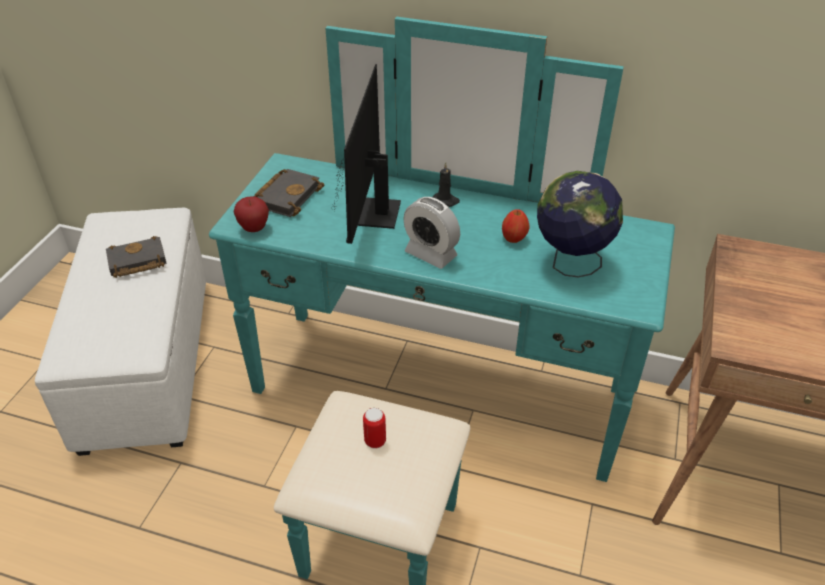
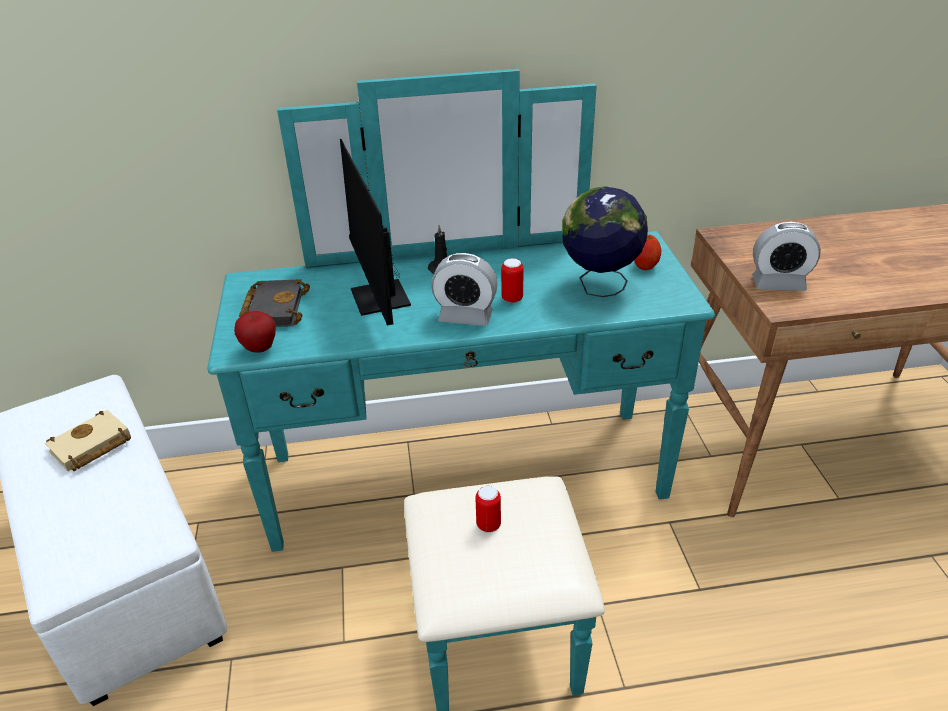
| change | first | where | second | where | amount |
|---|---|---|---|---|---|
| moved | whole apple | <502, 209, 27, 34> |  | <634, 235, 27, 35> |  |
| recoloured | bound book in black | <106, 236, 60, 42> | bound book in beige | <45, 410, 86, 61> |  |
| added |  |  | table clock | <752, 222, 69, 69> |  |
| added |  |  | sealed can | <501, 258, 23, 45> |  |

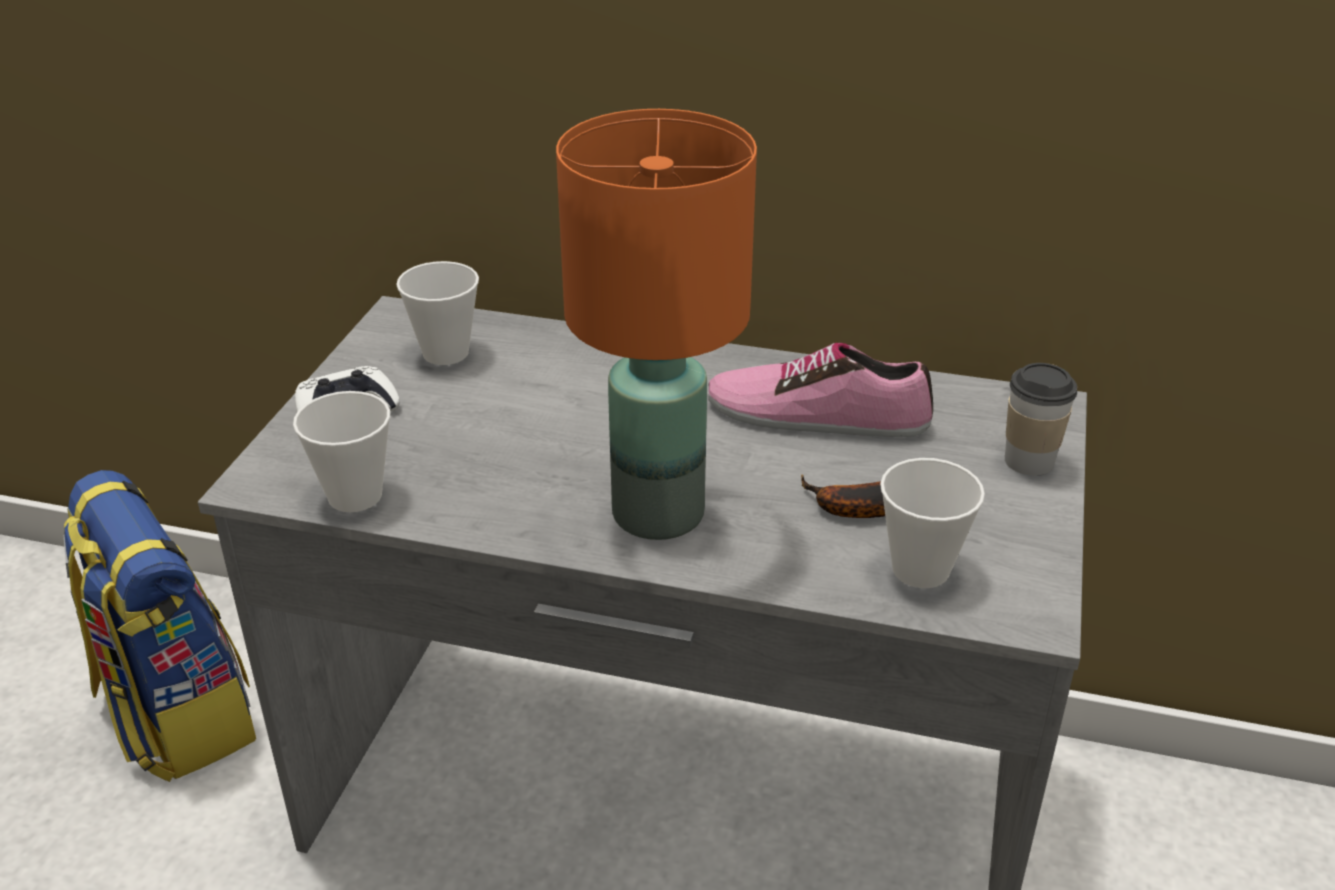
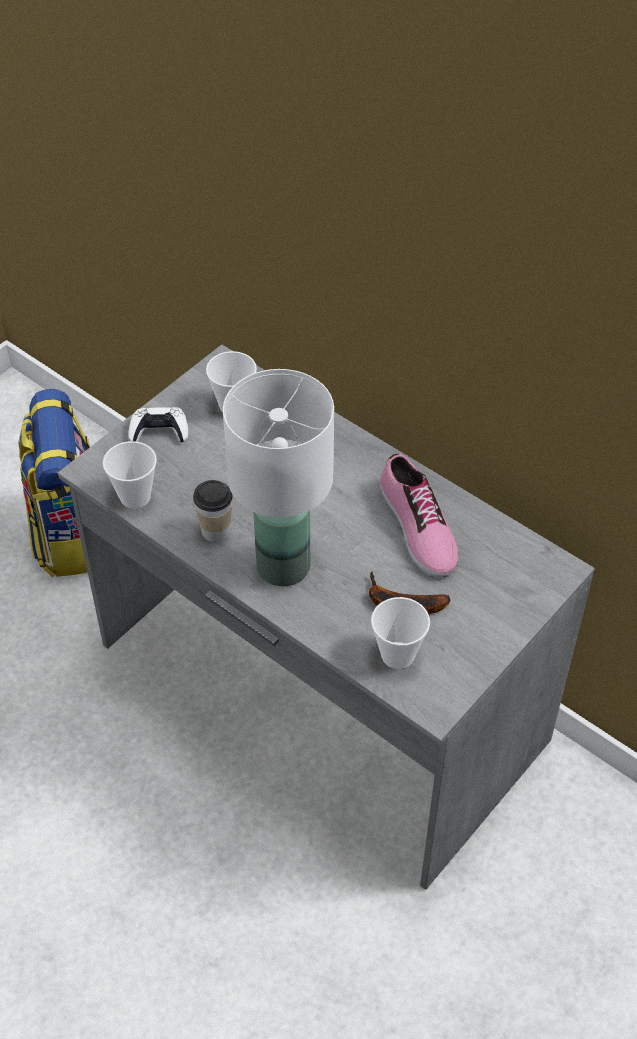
| change | first | where | second | where | amount |
|---|---|---|---|---|---|
| recoloured | table lamp in orange-coloured | <556, 109, 201, 431> | table lamp in whitish | <223, 369, 111, 217> |  |
| turned | item of footwear | <708, 343, 225, 94> |  | <380, 454, 79, 123> | 150 degrees counterclockwise |
| moved | cup | <1005, 363, 72, 113> |  | <193, 480, 39, 62> |  |

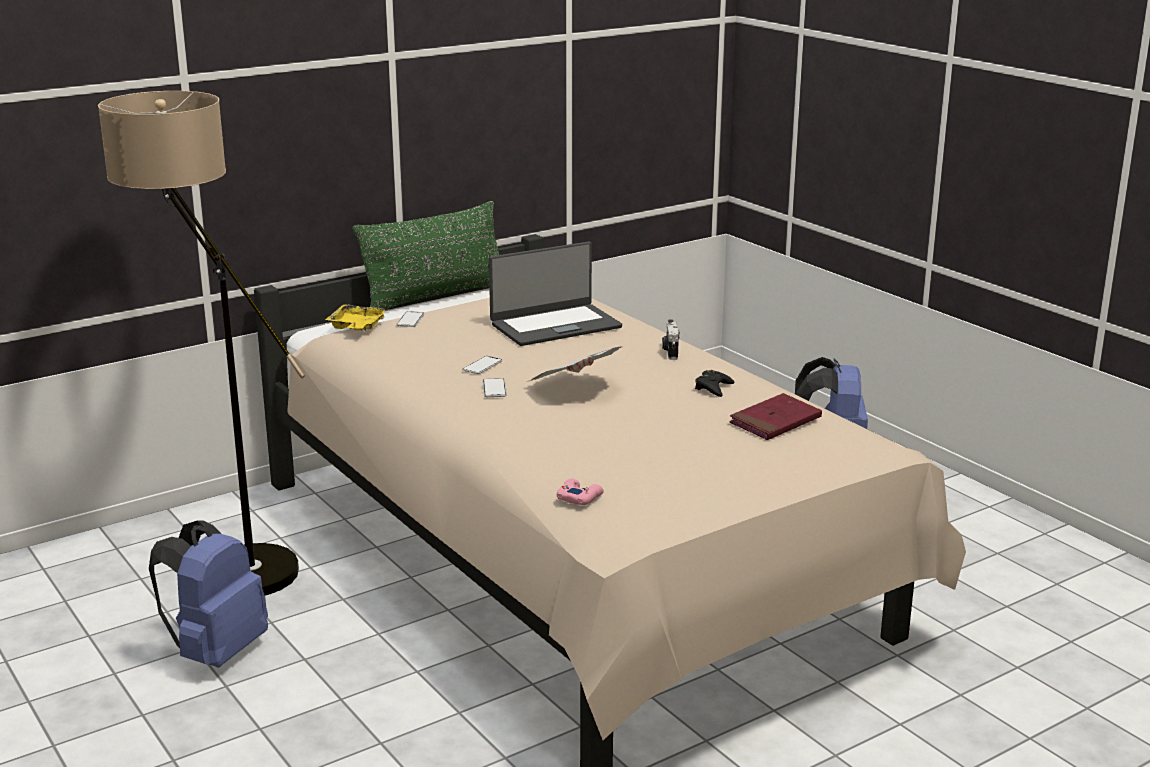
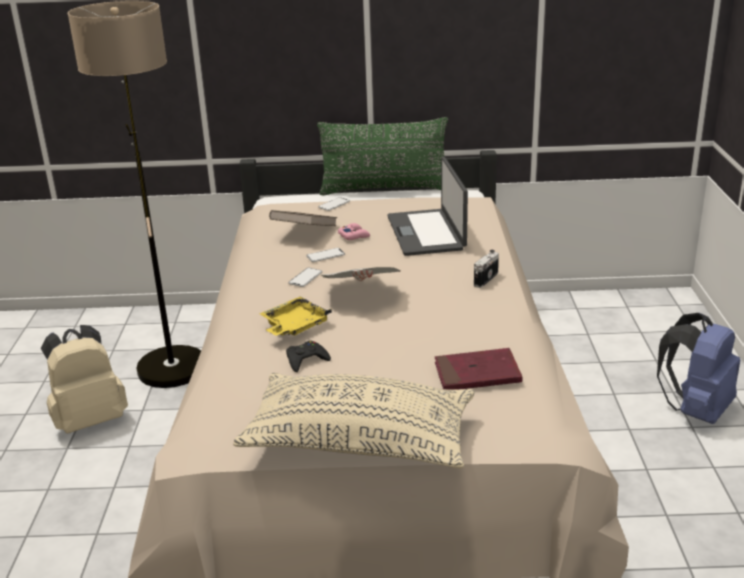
| change | first | where | second | where | amount |
|---|---|---|---|---|---|
| turned | portable computer | <489, 242, 133, 104> |  | <387, 157, 81, 99> | 75 degrees clockwise |
| moved | serving tray in yellow | <325, 304, 63, 27> |  | <259, 297, 73, 39> |  |
| moved | gamepad in black | <695, 370, 39, 27> |  | <286, 341, 45, 31> |  |
| moved | gamepad in pinkish | <557, 479, 47, 26> |  | <338, 223, 32, 17> |  |
| recoloured | knapsack in blue-coloured | <149, 520, 119, 147> | knapsack in beige | <41, 325, 87, 108> |  |
| added |  |  | bound book in brownish | <269, 210, 68, 16> |  |
| added |  |  | pillow in beige | <233, 373, 242, 95> |  |

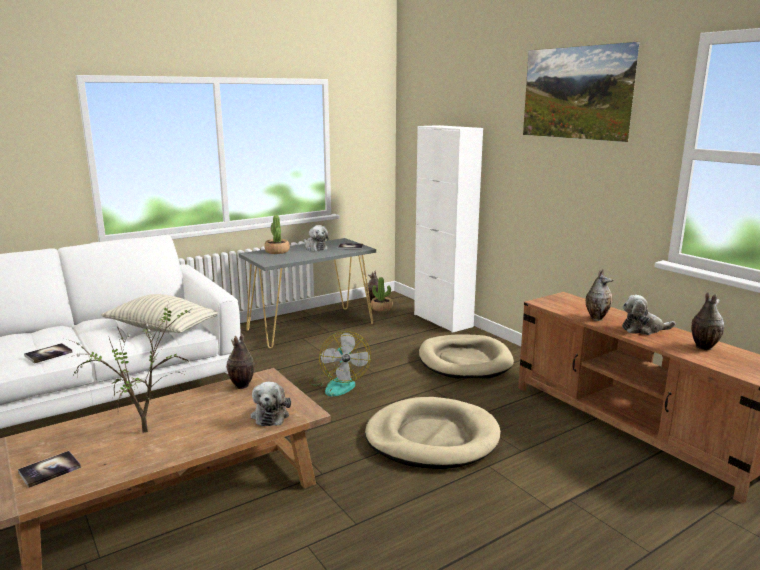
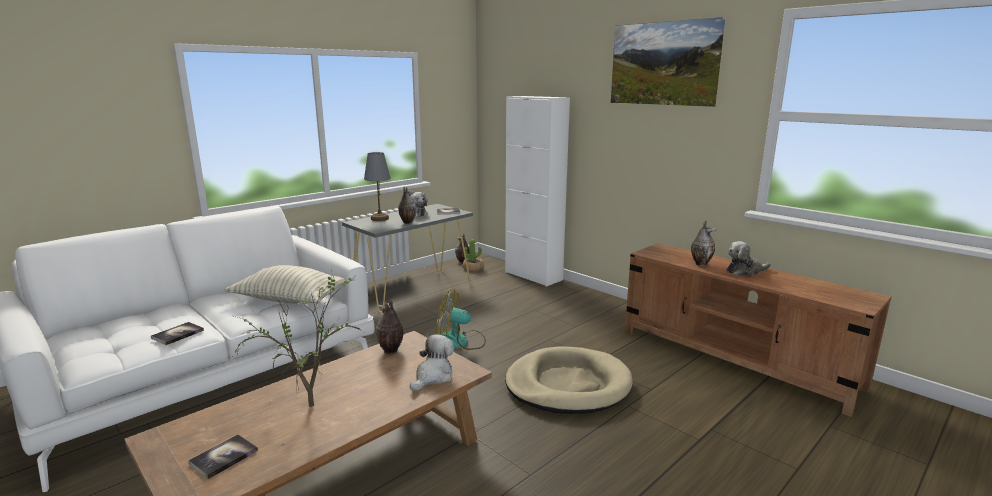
| change | first | where | second | where | amount |
|---|---|---|---|---|---|
| replaced | potted plant | <264, 215, 26, 39> | table lamp in gray | <364, 152, 27, 69> |  |
| moved | vase | <691, 292, 33, 58> |  | <398, 186, 18, 38> |  |
| turned | fan | <309, 331, 62, 65> |  | <436, 289, 50, 61> | 120 degrees clockwise |
| removed | pet bed in beige | <419, 334, 95, 45> |  |  |  |
| turned | soft toy | <250, 382, 41, 44> |  | <410, 334, 44, 57> | 135 degrees counterclockwise |

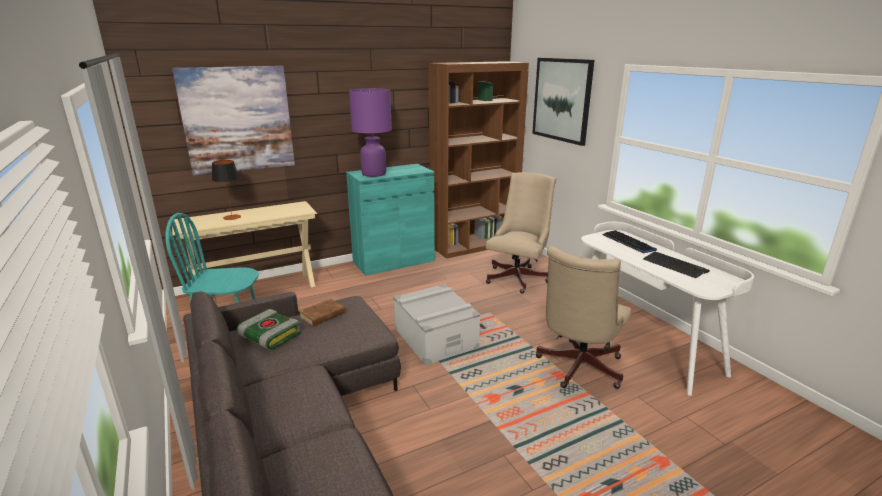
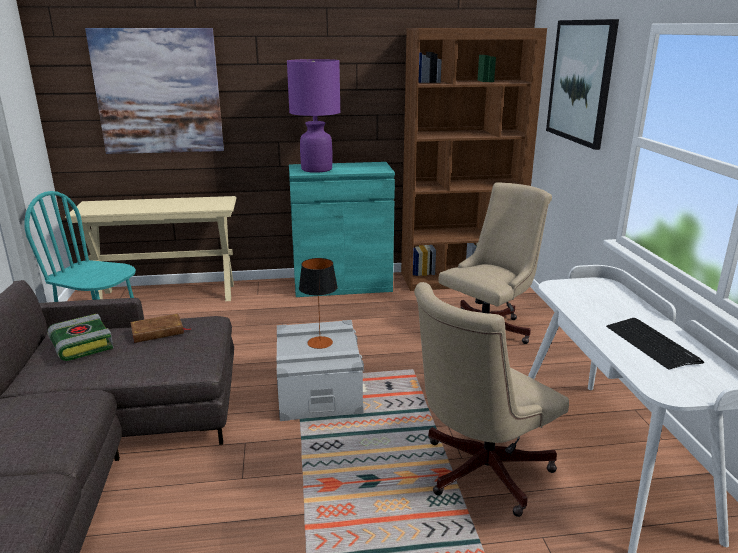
| change | first | where | second | where | amount |
|---|---|---|---|---|---|
| moved | table lamp | <212, 160, 29, 60> |  | <299, 258, 39, 91> |  |
| removed | computer keyboard | <602, 230, 55, 23> |  |  |  |

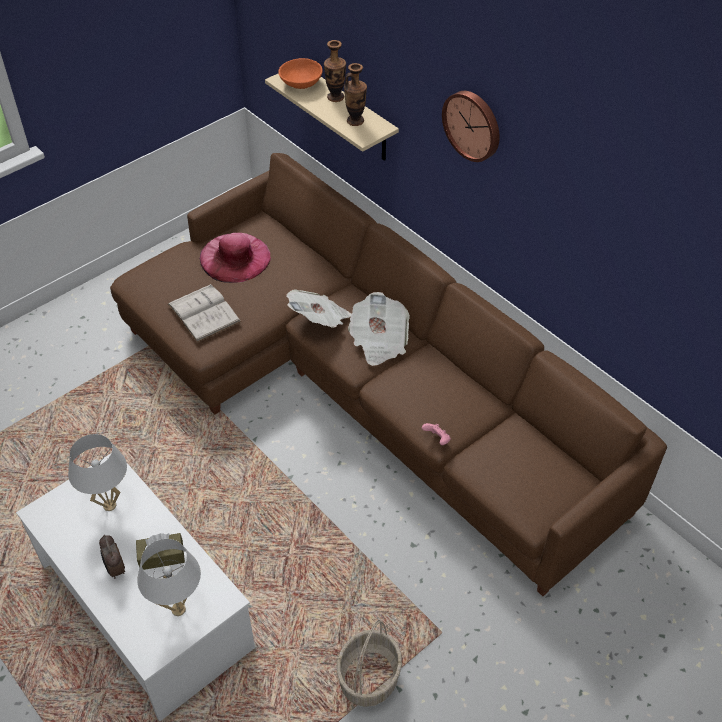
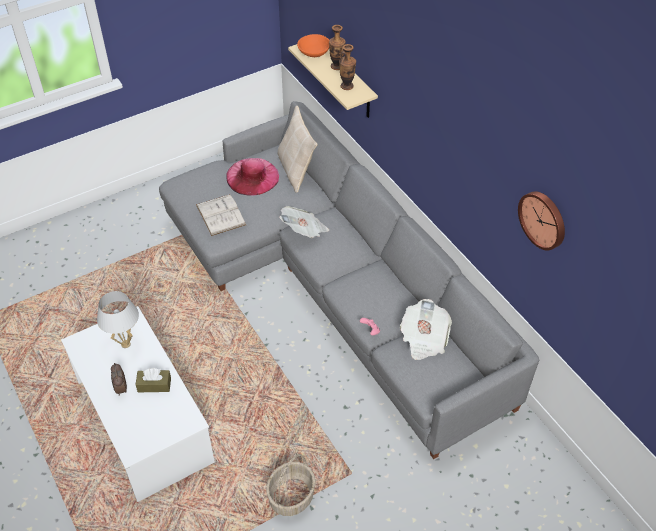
| change | first | where | second | where | amount |
|---|---|---|---|---|---|
| moved | wall clock | <442, 91, 58, 71> |  | <518, 191, 47, 59> |  |
| recoloured | couch in brownish | <110, 153, 557, 443> | couch in gray | <159, 101, 380, 358> |  |
| moved | printed paper | <348, 292, 62, 74> |  | <400, 299, 52, 61> |  |
| removed | table lamp in whitish | <137, 539, 64, 77> |  |  |  |
| added |  |  | pillow in beige | <277, 106, 40, 86> |  |

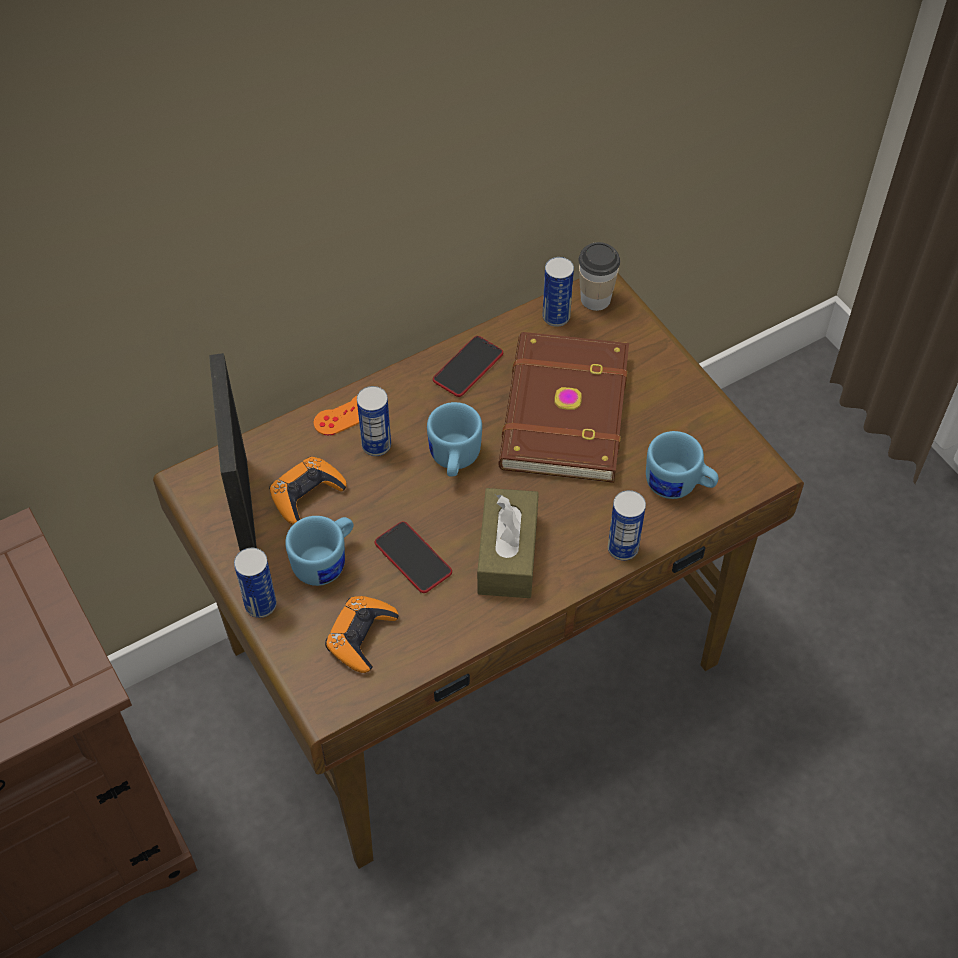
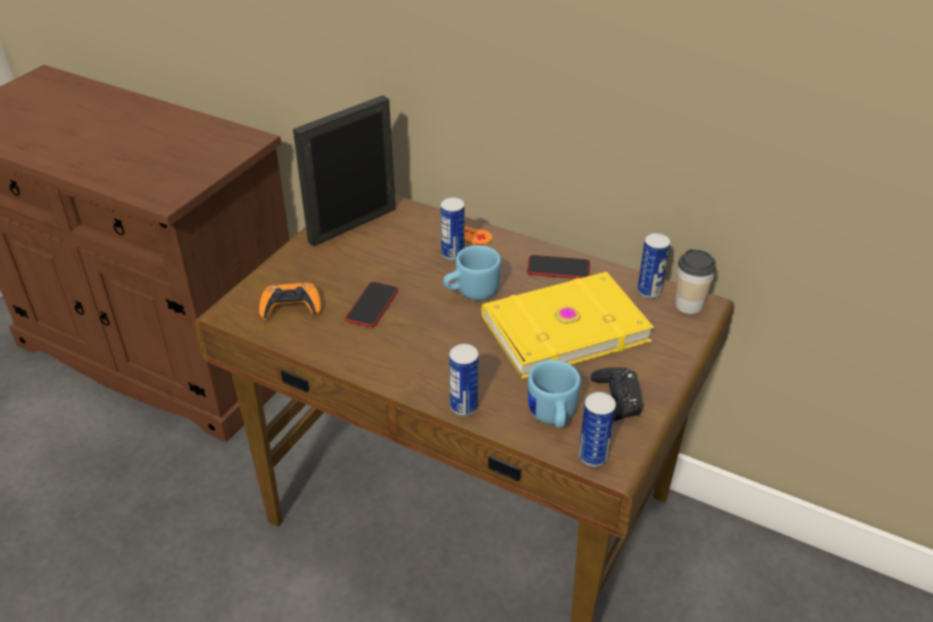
| change | first | where | second | where | amount |
|---|---|---|---|---|---|
| recoloured | bound book in brownish | <498, 332, 131, 151> | bound book in yellow | <481, 272, 173, 107> |  |
| removed | gamepad in orange-coloured | <269, 457, 78, 68> |  |  |  |
| removed | tissue box in brownish | <477, 488, 62, 110> |  |  |  |
| removed | tea mug in blue-coloured | <285, 516, 68, 70> |  |  |  |
| moved | sealed can | <234, 548, 43, 70> |  | <579, 392, 37, 75> |  |
| added |  |  | gamepad in black | <590, 367, 53, 54> |  |

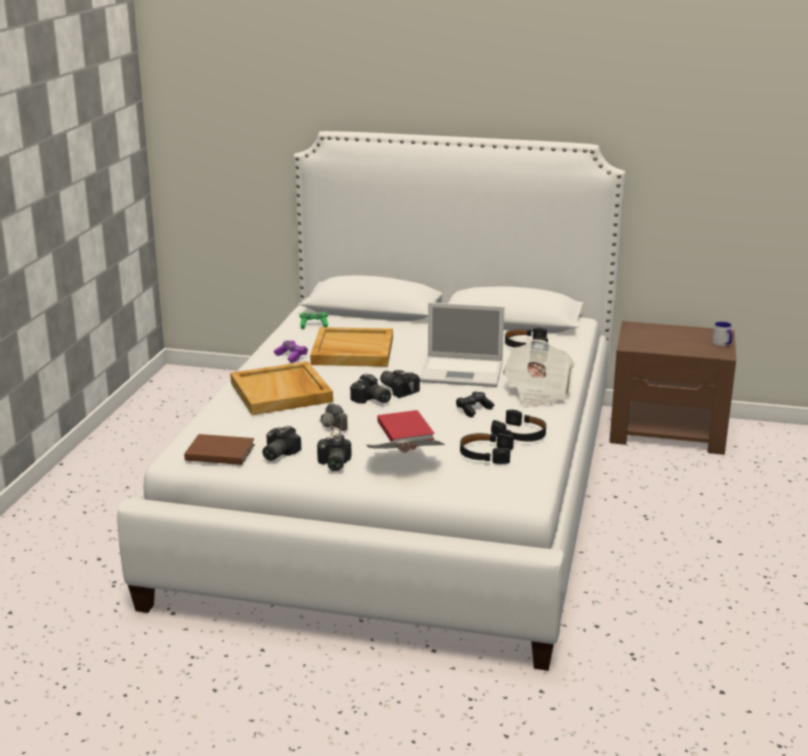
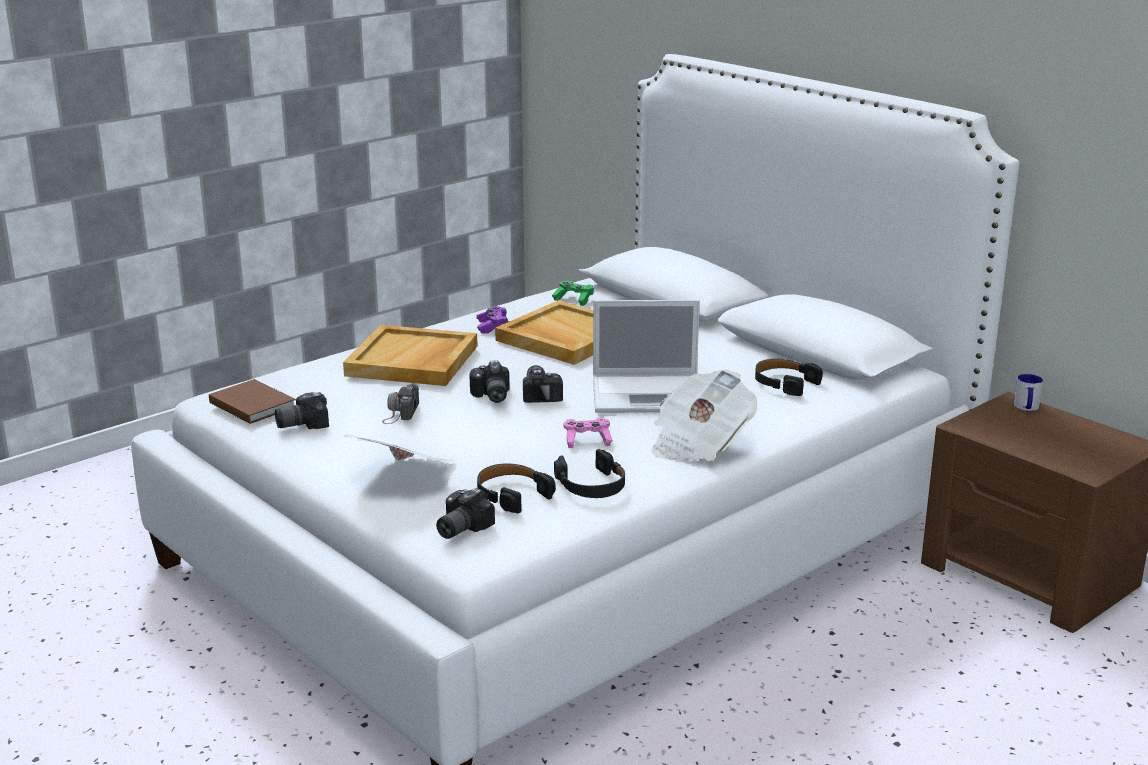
| change | first | where | second | where | amount |
|---|---|---|---|---|---|
| turned | portable computer | <420, 302, 84, 85> |  | <593, 300, 107, 113> | 45 degrees counterclockwise |
| moved | tea mug | <713, 322, 19, 24> |  | <1014, 374, 29, 37> |  |
| recoloured | gamepad in black | <456, 391, 38, 26> | gamepad in pinkish | <564, 417, 49, 31> |  |
| removed | bound book in red | <377, 410, 58, 32> |  |  |  |
| moved | still camera | <317, 434, 35, 37> |  | <436, 488, 59, 51> |  |

